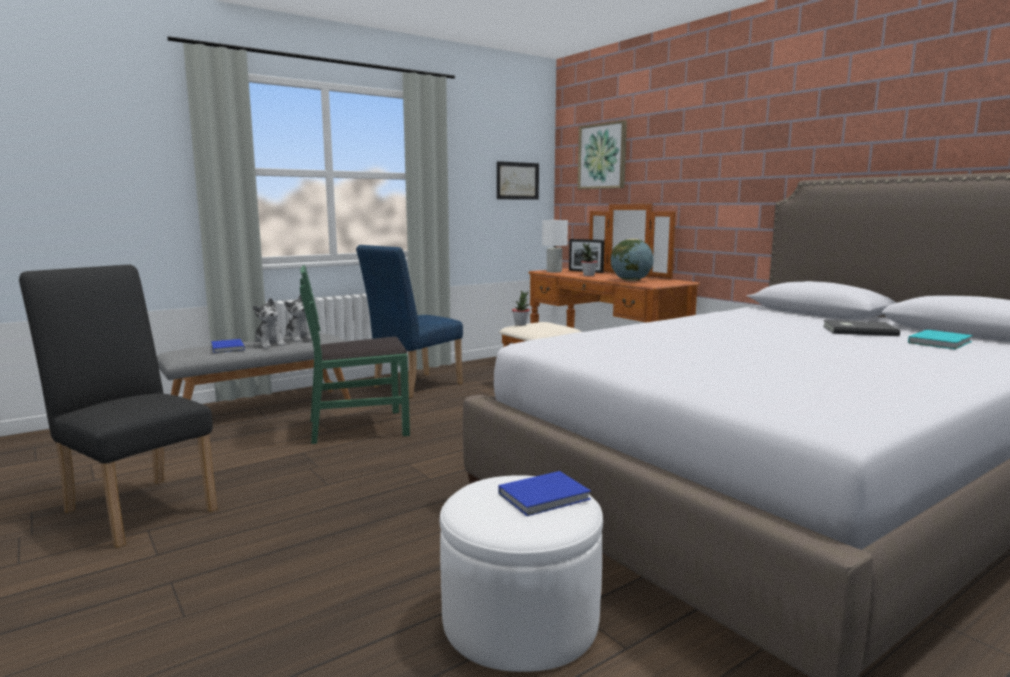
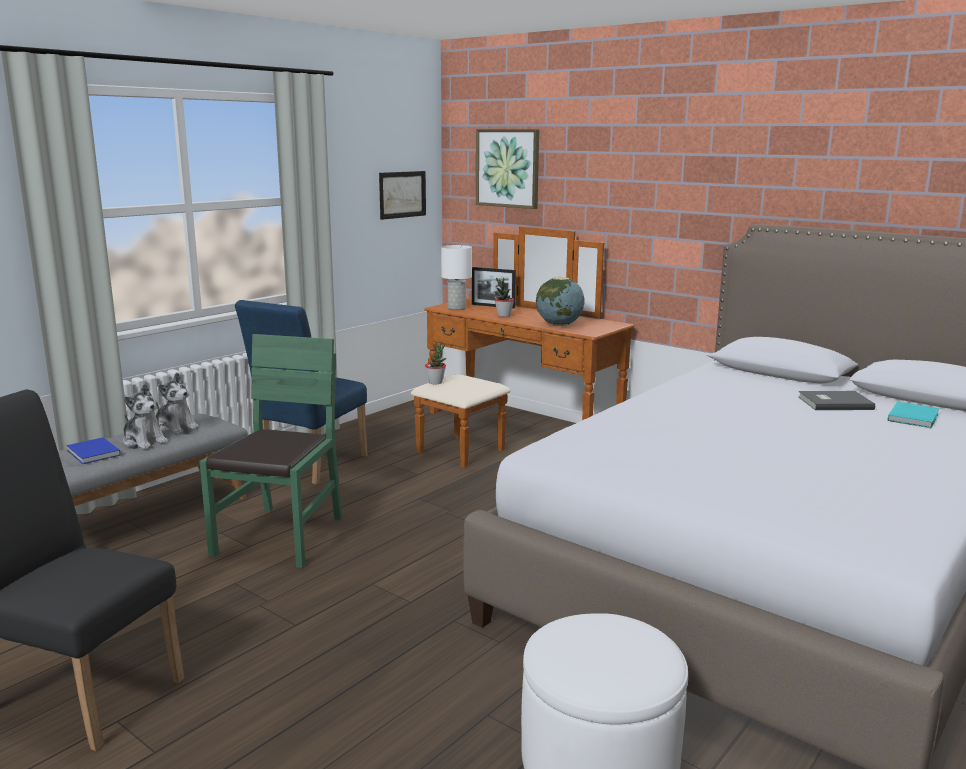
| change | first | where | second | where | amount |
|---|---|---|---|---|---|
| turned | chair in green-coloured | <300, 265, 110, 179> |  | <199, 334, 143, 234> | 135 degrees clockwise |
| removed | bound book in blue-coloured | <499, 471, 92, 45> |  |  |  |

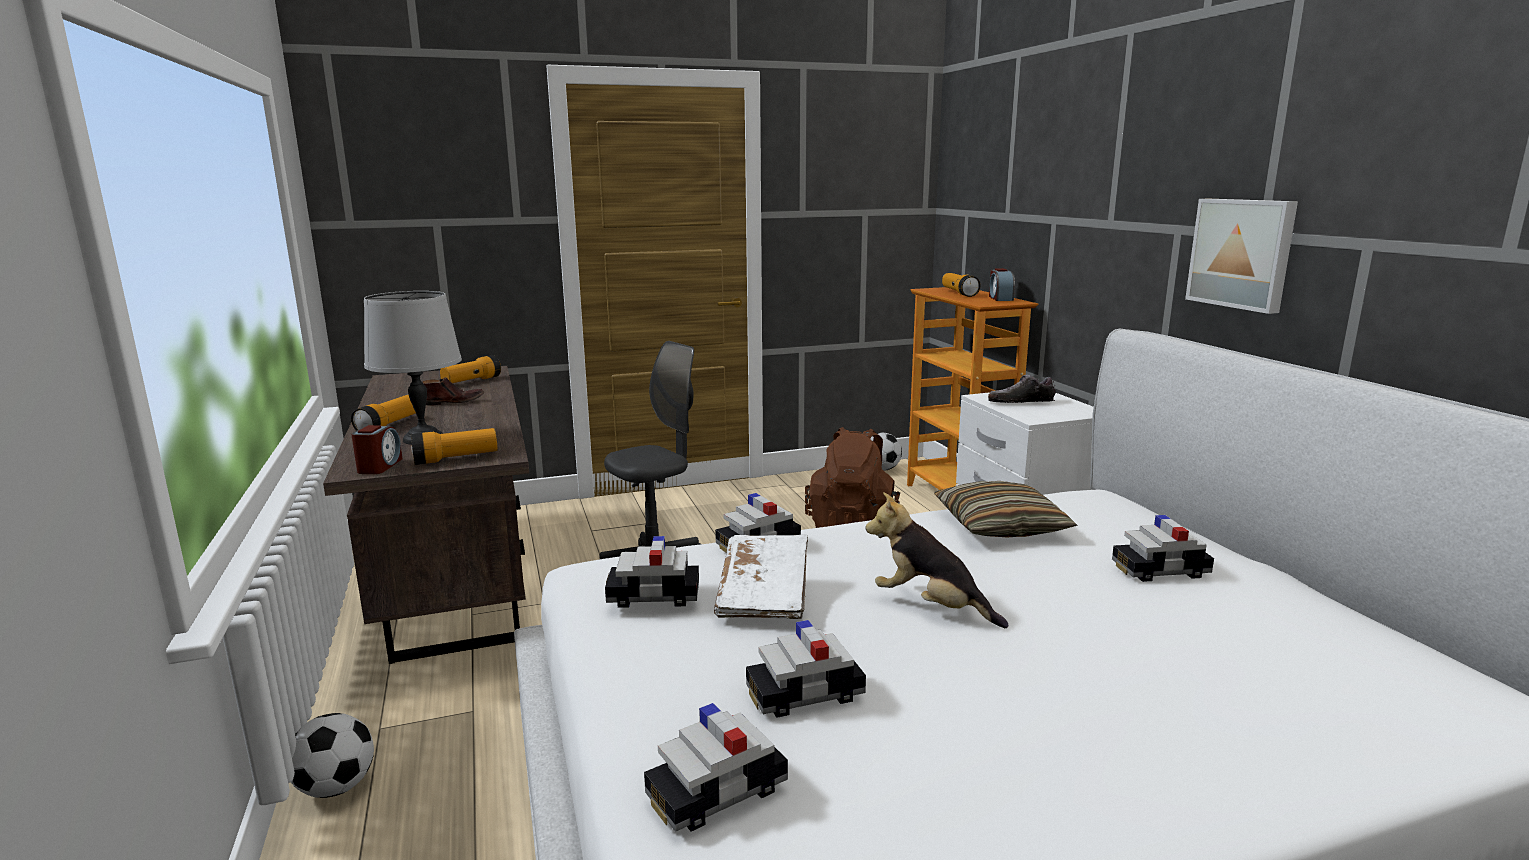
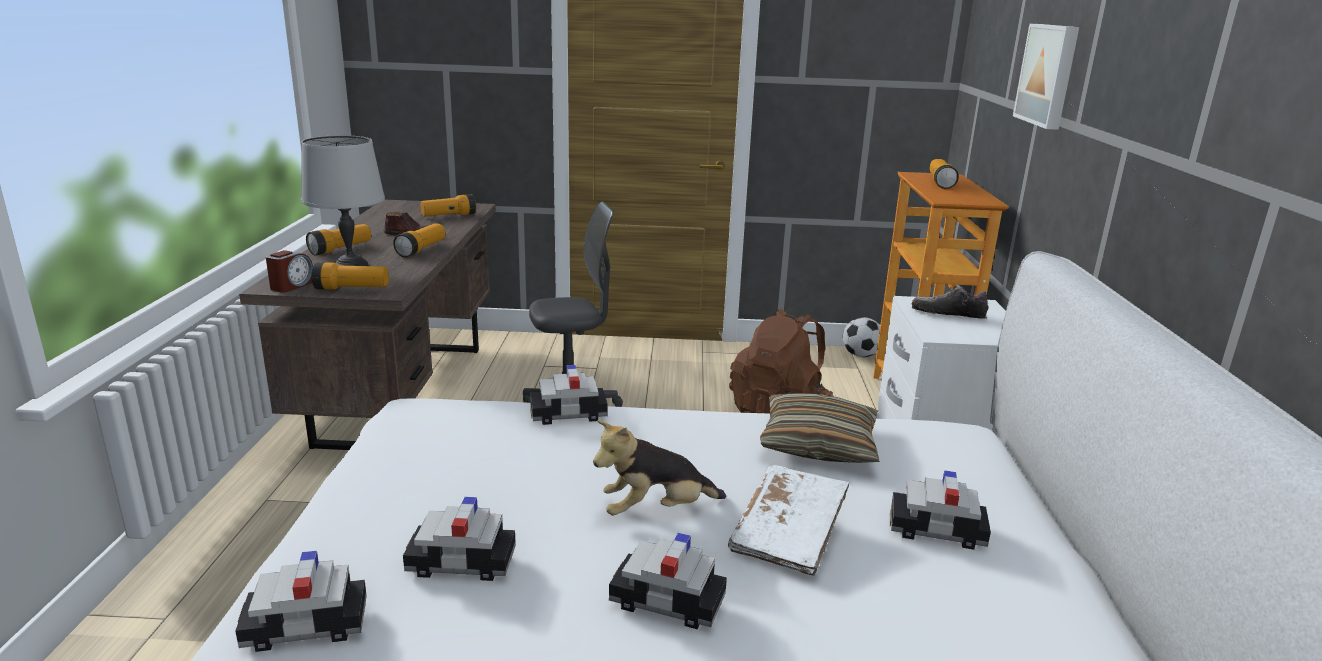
| change | first | where | second | where | amount |
|---|---|---|---|---|---|
| moved | wall art | <1185, 199, 113, 115> |  | <1013, 24, 66, 106> |  |
| removed | table clock | <989, 268, 26, 33> |  |  |  |
| turned | soft toy | <865, 492, 143, 136> |  | <593, 420, 133, 95> | 75 degrees counterclockwise |
| moved | bound book in whitish | <714, 535, 94, 84> |  | <728, 465, 121, 111> |  |
| moved | miniature car | <605, 536, 94, 72> |  | <609, 533, 118, 96> |  |
| removed | ball for football | <291, 713, 83, 85> |  |  |  |
| added |  |  | flashlight | <393, 223, 52, 34> |  |

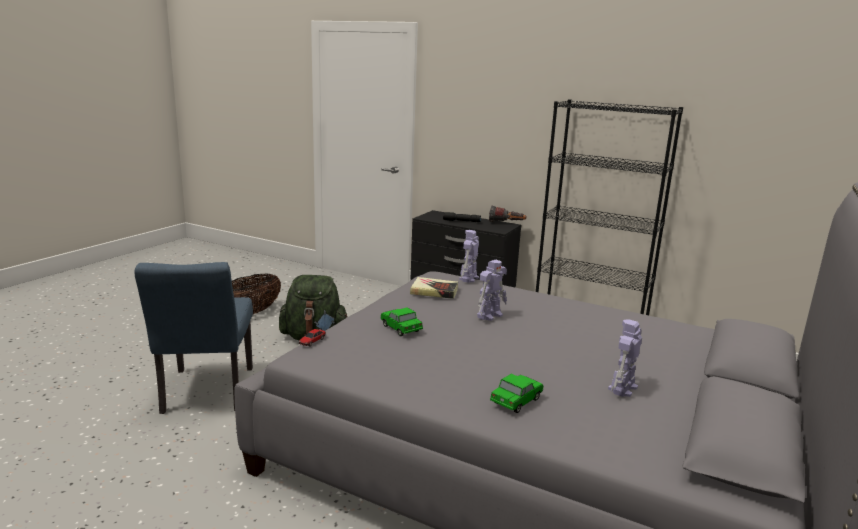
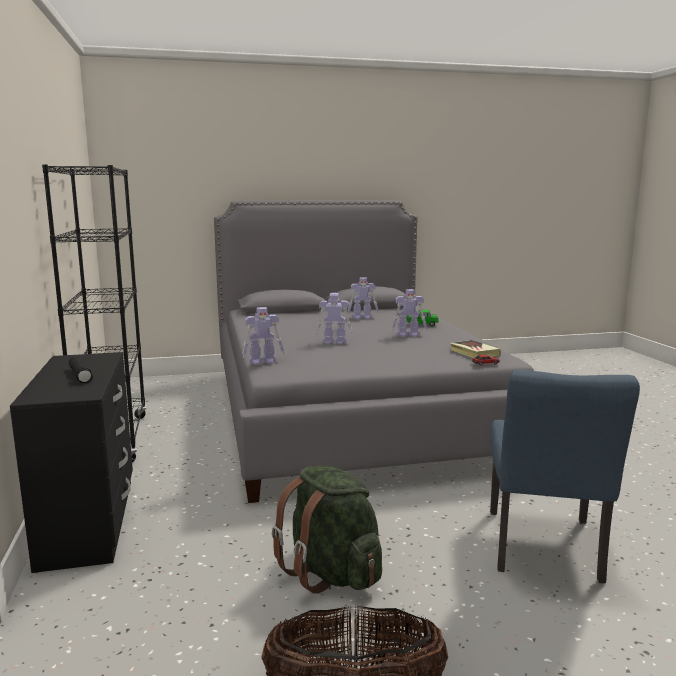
| change | first | where | second | where | amount |
|---|---|---|---|---|---|
| removed | flashlight | <489, 205, 38, 17> |  |  |  |
| turned | chair in blue-coloured | <134, 262, 119, 152> |  | <490, 369, 150, 214> | 150 degrees clockwise |
| moved | bound book | <410, 277, 48, 22> |  | <450, 340, 51, 18> |  |
| removed | miniature car | <380, 307, 43, 29> |  |  |  |
| added |  |  | toy robot | <392, 289, 35, 48> |  |

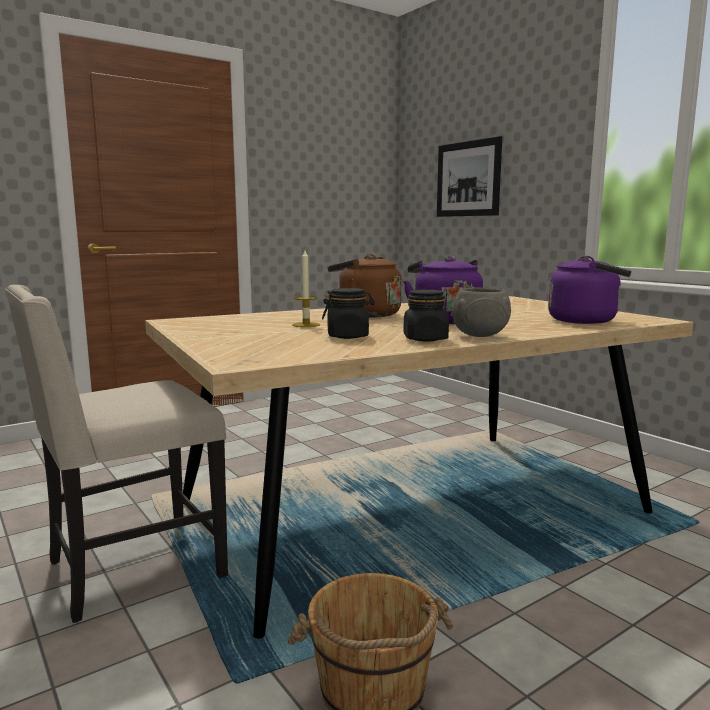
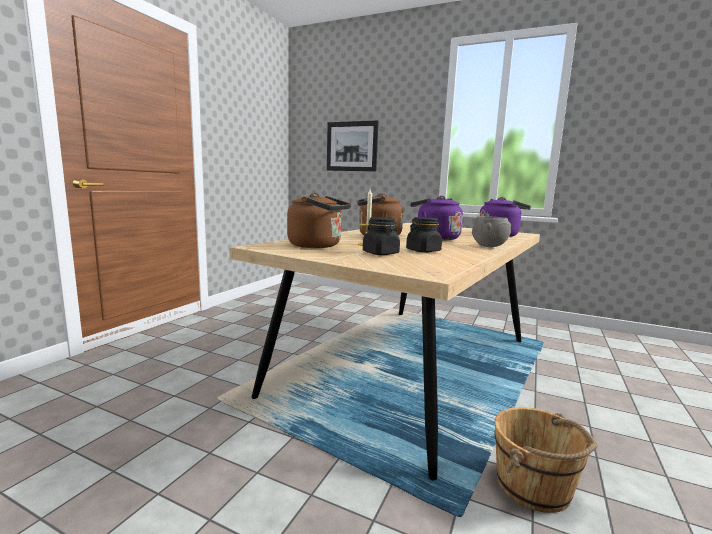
| change | first | where | second | where | amount |
|---|---|---|---|---|---|
| removed | chair in beige | <5, 285, 223, 338> |  |  |  |
| moved | storage jar in black | <403, 290, 46, 52> |  | <363, 217, 37, 38> |  |
| added |  |  | kettle in brownish | <287, 193, 64, 55> |  |

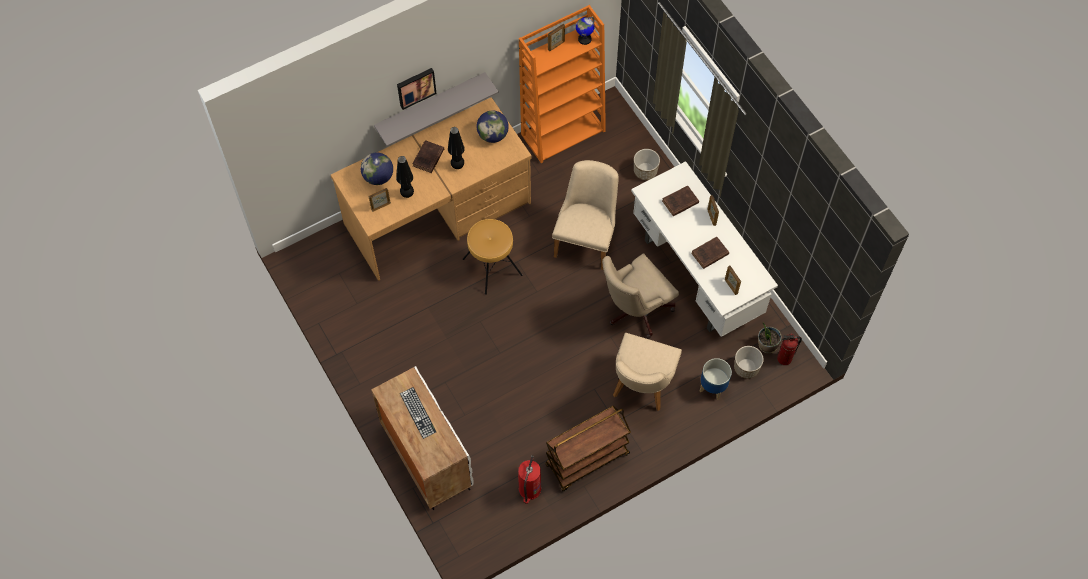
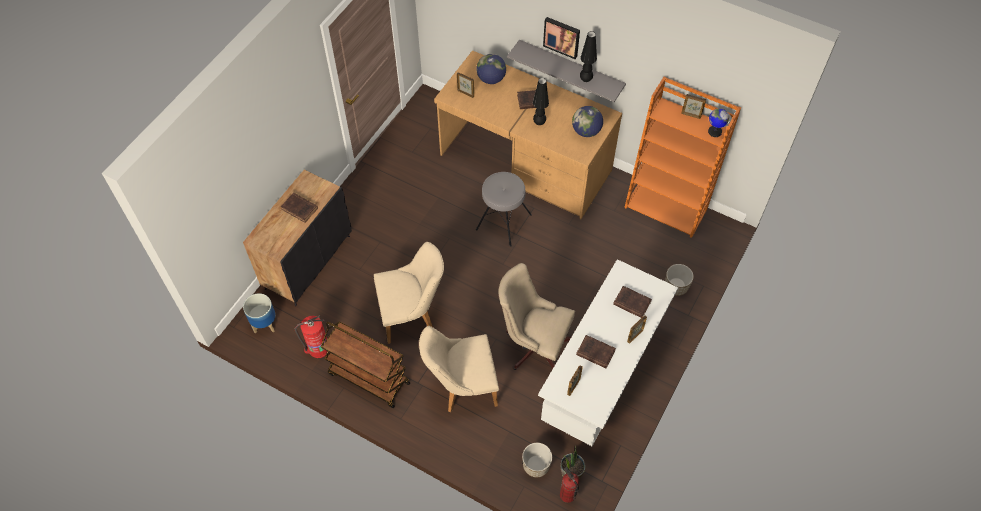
| change | first | where | second | where | amount |
|---|---|---|---|---|---|
| moved | table lamp in black | <396, 156, 18, 42> |  | <580, 31, 17, 51> |  |
| moved | chair in beige | <552, 160, 67, 110> |  | <374, 242, 70, 102> |  |
| recoloured | stool in brownish | <463, 219, 60, 76> | stool in gray | <476, 172, 56, 75> |  |
| moved | plant pot | <700, 358, 32, 42> |  | <243, 293, 33, 41> |  |
| recoloured | storage cabinet in whitish | <371, 366, 103, 144> | storage cabinet in black | <243, 170, 109, 136> |  |
| replaced | computer keyboard | <400, 387, 36, 52> | bound book in brownish | <281, 193, 37, 30> |  |

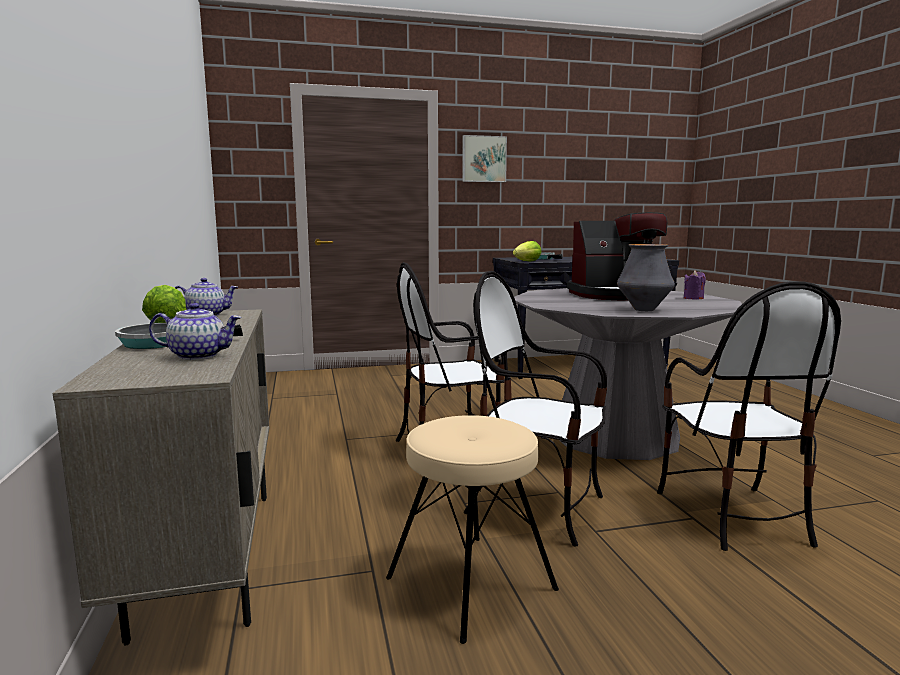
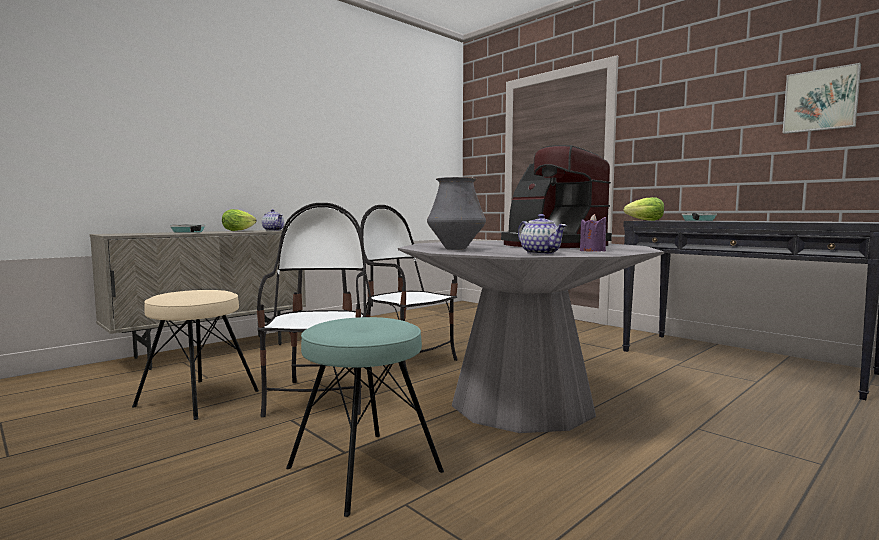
| change | first | where | second | where | amount |
|---|---|---|---|---|---|
| moved | wall art | <462, 135, 45, 47> |  | <783, 63, 78, 71> |  |
| replaced | chair | <657, 282, 184, 269> | stool in turquoise | <286, 317, 158, 200> |  |
| moved | teapot | <149, 303, 92, 57> |  | <518, 214, 49, 41> |  |

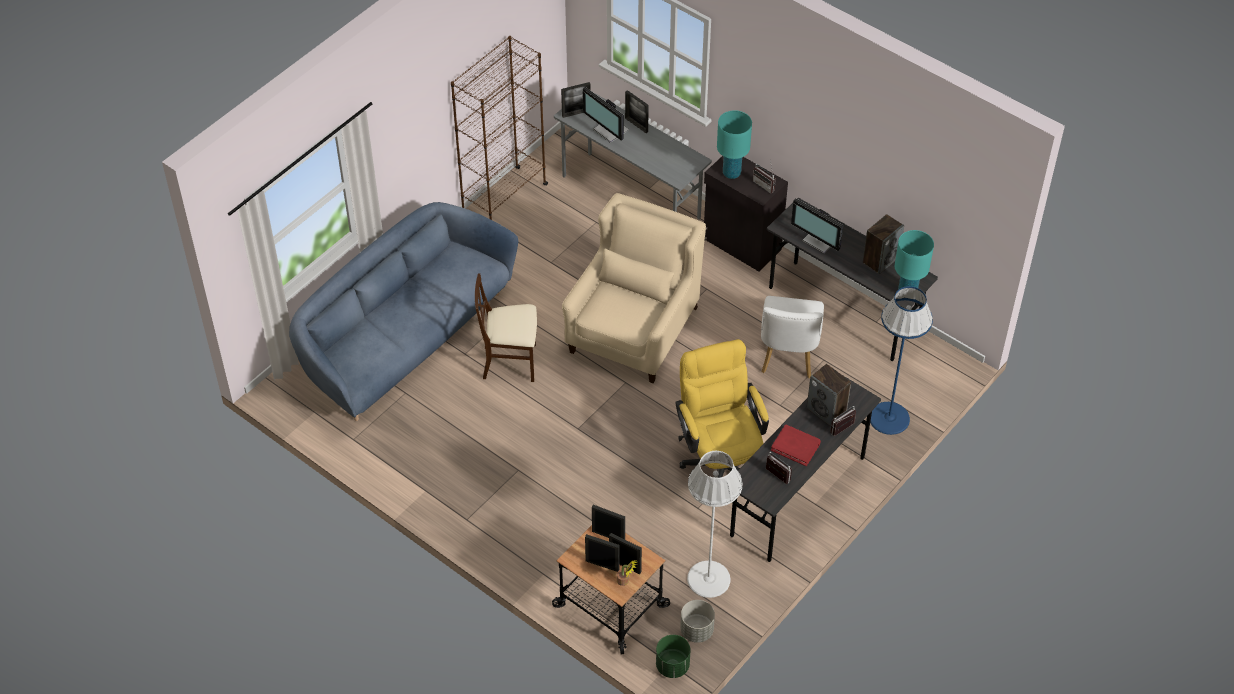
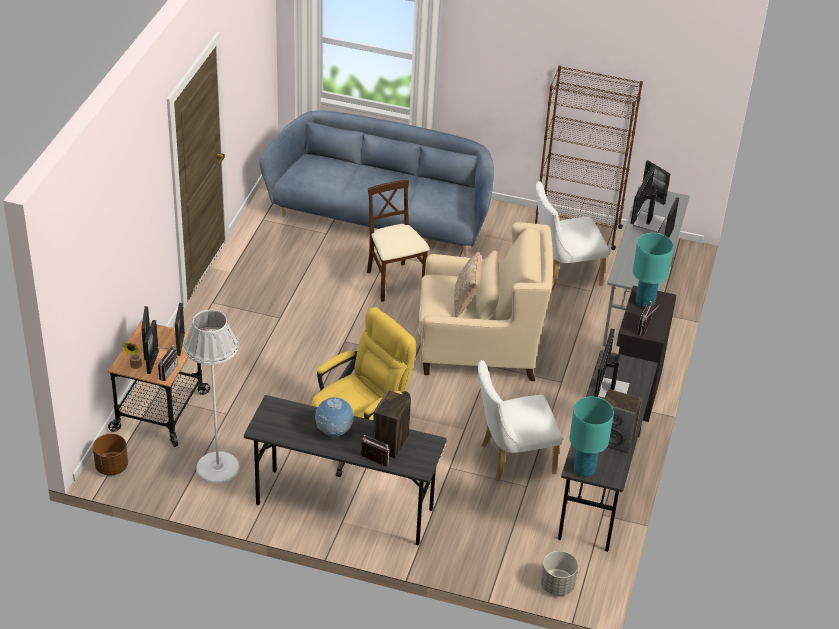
| change | first | where | second | where | amount |
|---|---|---|---|---|---|
| removed | standing lamp in blue-coloured | <870, 286, 63, 149> |  |  |  |
| replaced | bound book in red | <771, 425, 50, 41> | world globe | <315, 397, 39, 39> |  |
| moved | radio | <766, 452, 26, 32> |  | <157, 345, 21, 36> |  |
| moved | plant pot in gray | <680, 600, 35, 43> |  | <541, 551, 37, 45> |  |
| recoloured | plant pot in green-coloured | <656, 635, 35, 43> | plant pot in brownish | <93, 434, 35, 41> |  |
| added |  |  | chair in whitish | <536, 181, 73, 110> |  |
| added |  |  | pillow | <454, 252, 28, 65> |  |

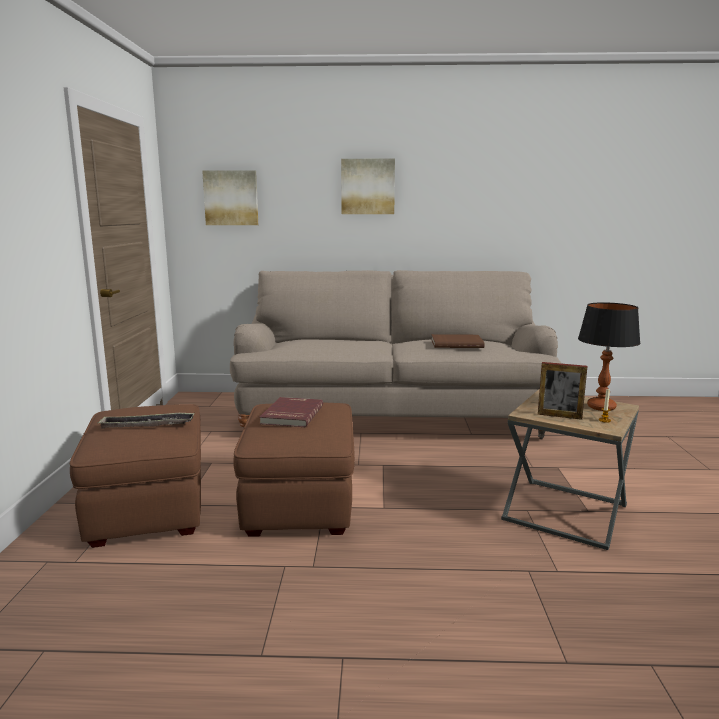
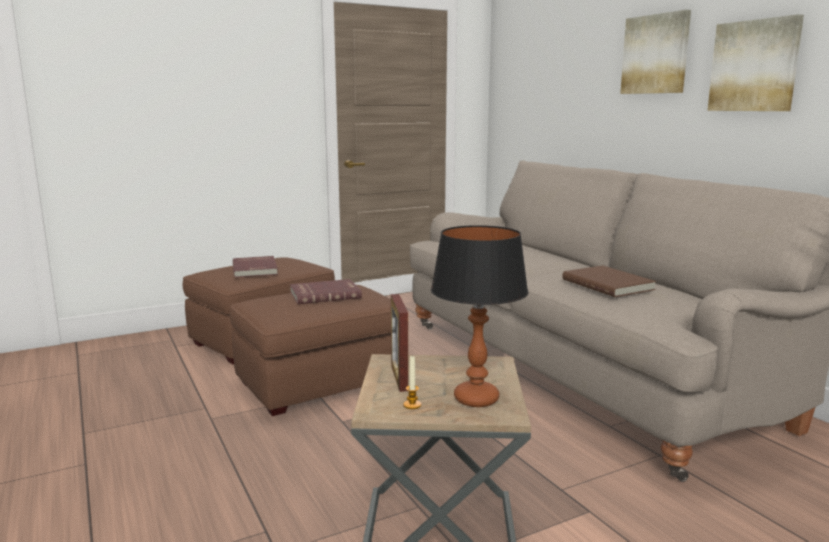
| change | first | where | second | where | amount |
|---|---|---|---|---|---|
| moved | wall art | <202, 170, 56, 55> |  | <707, 14, 97, 97> |  |
| replaced | serving tray | <97, 412, 98, 17> | bound book in red | <233, 256, 45, 22> |  |

